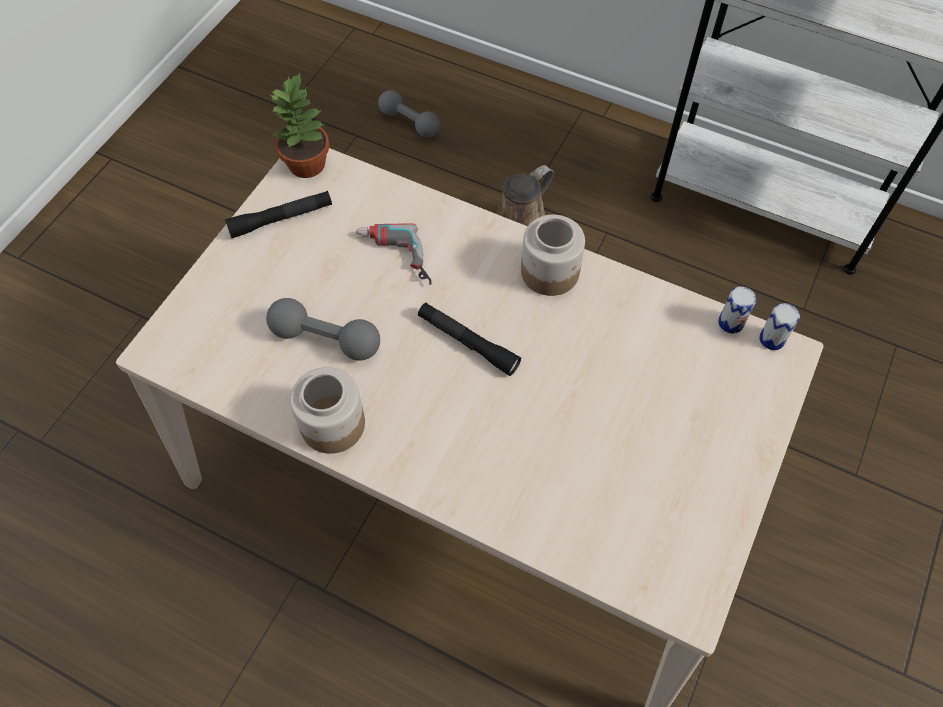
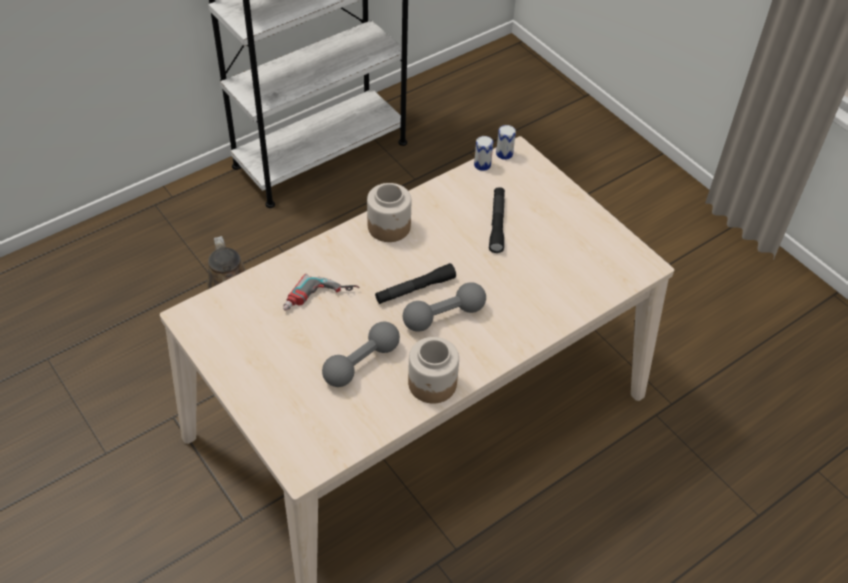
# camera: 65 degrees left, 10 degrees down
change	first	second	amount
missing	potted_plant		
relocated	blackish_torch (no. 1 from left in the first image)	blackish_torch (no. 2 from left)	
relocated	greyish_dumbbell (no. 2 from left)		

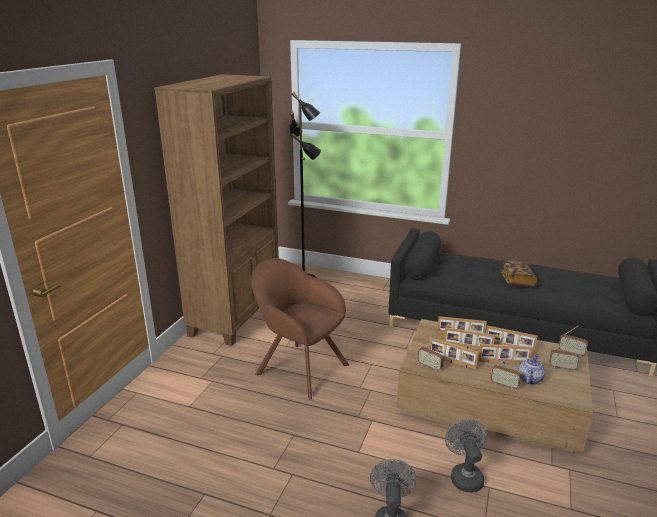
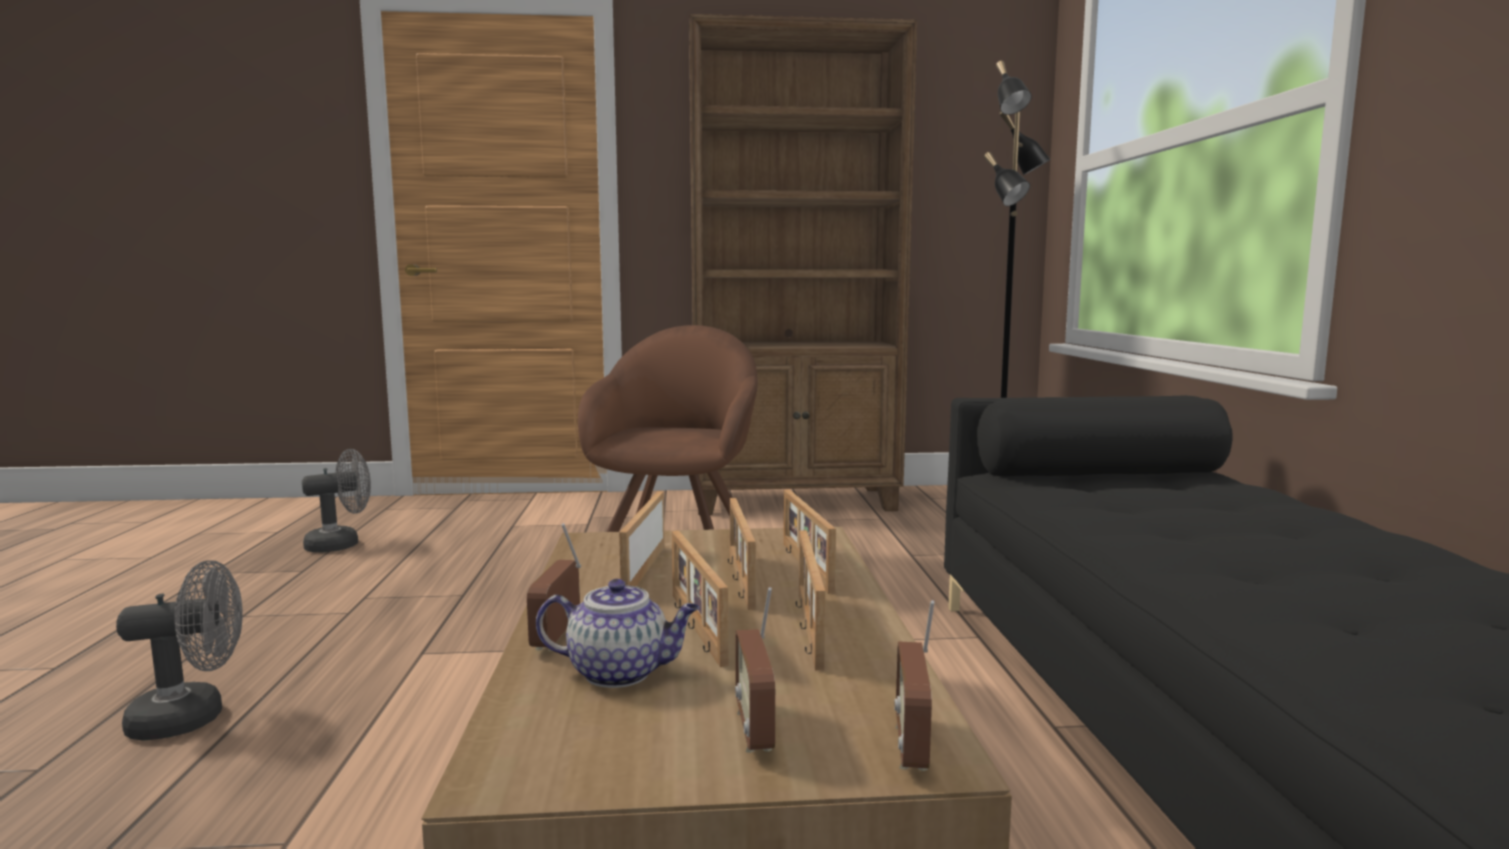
# camera: 65 degrees right, 15 degrees down
change	first	second	amount
missing	radio (no. 1 from left)		
missing	volume		
relocated	greyish_electric_fan (no. 2 from left)		

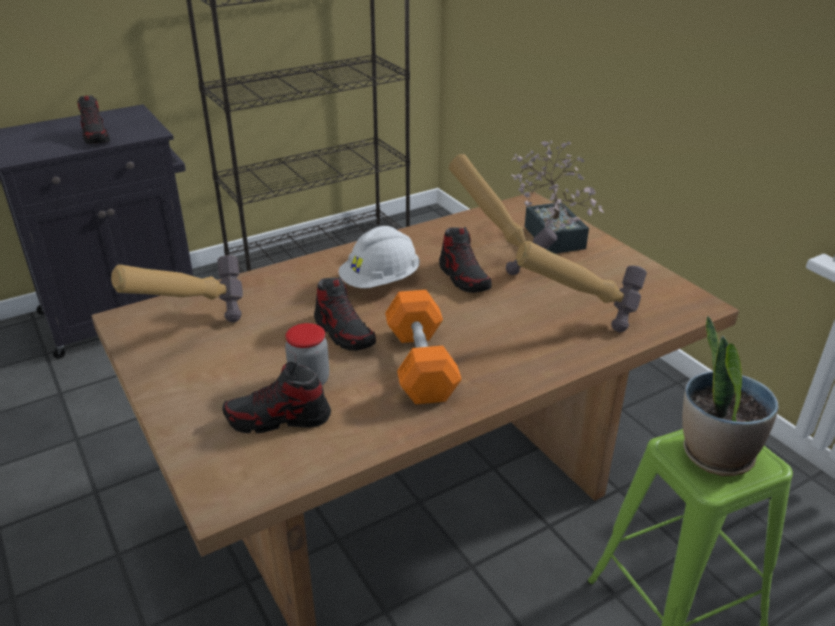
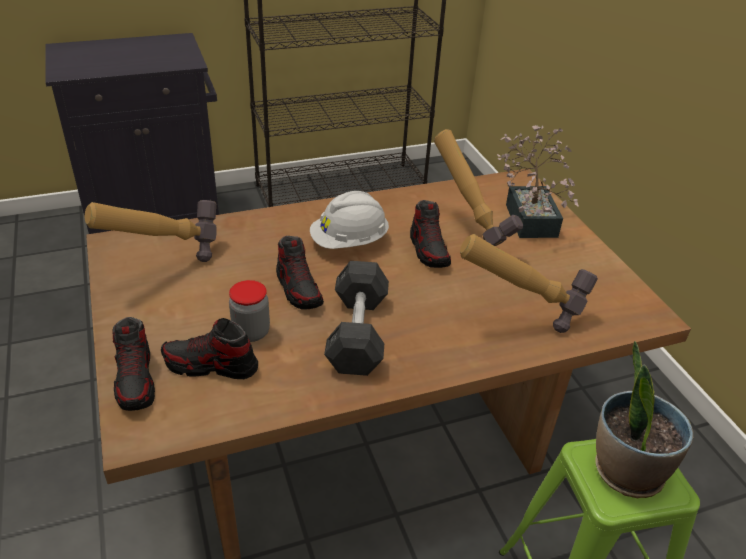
# camera: 10 degrees right, 5 degrees up
change	first	second	amount
relocated	item_of_footwear (no. 1 from left)		
colour	orangey_dumbbell	greyish_dumbbell	

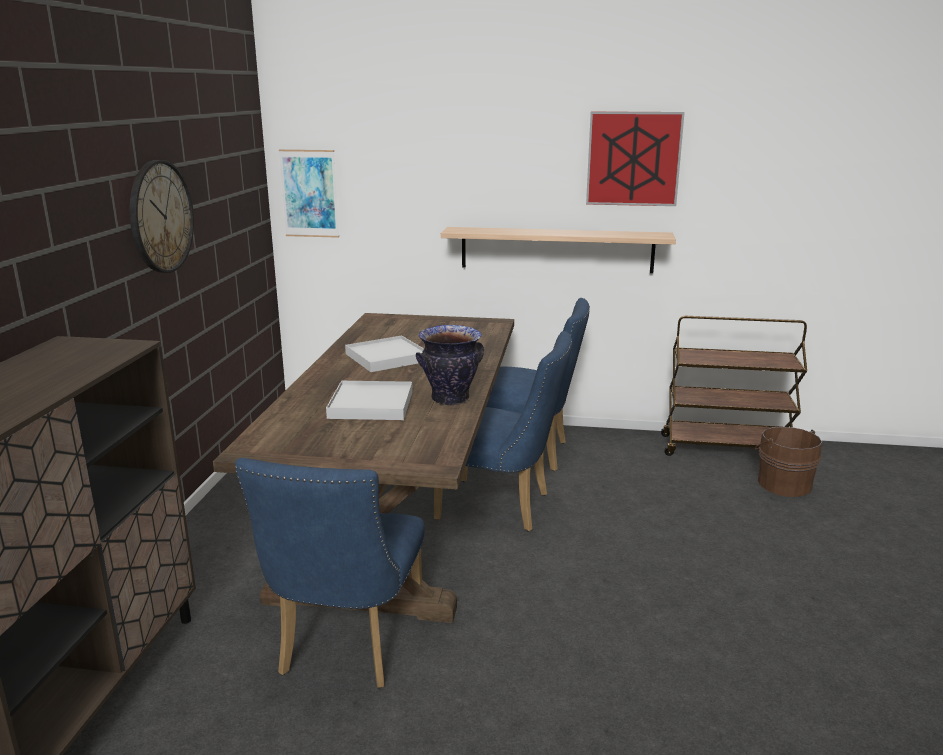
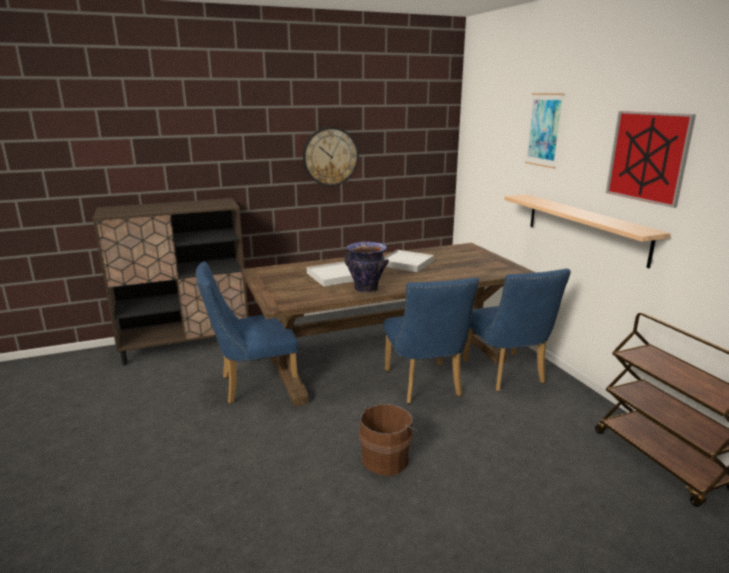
# camera: 60 degrees right, 0 degrees up
change	first	second	amount
relocated	picture (no. 1 from left)		
relocated	brown_bucket		

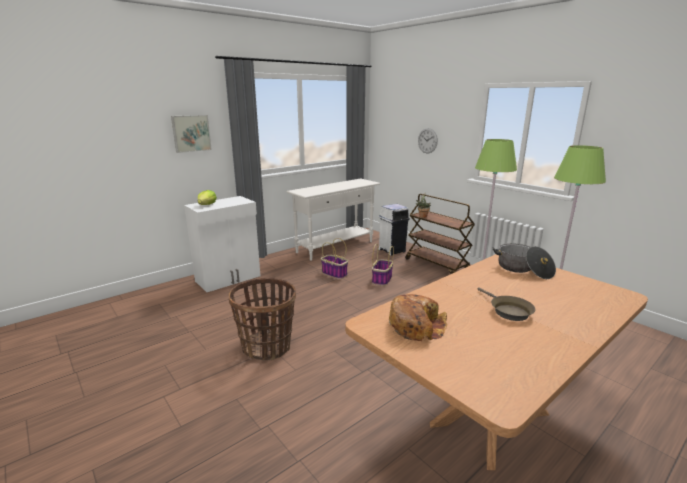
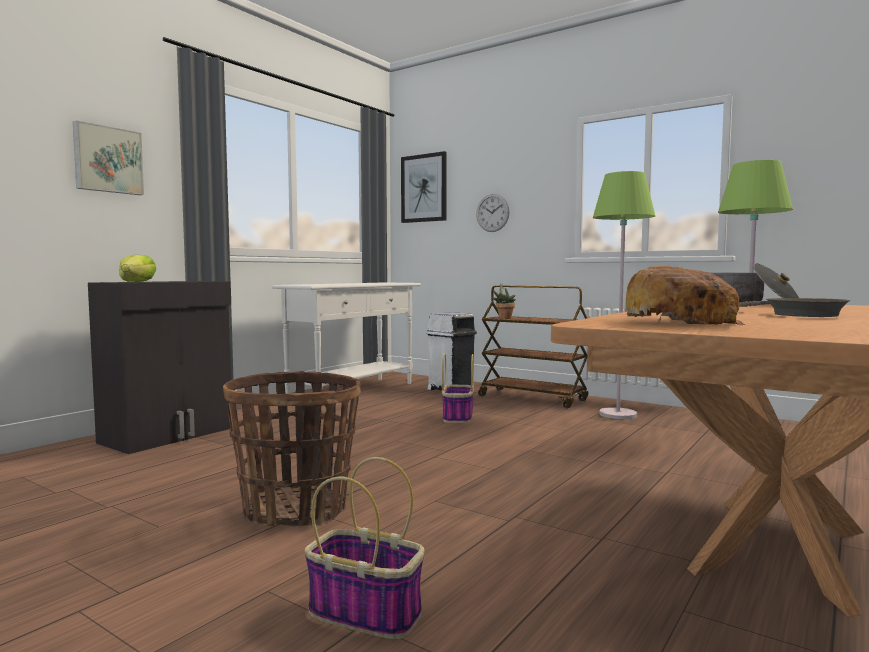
# camera: 15 degrees left, 15 degrees down
change	first	second	amount
appeared		picture (no. 2 from left)	
relocated	household_basket (no. 2 from left)		
colour	whitish_cabinet	blackish_cabinet	

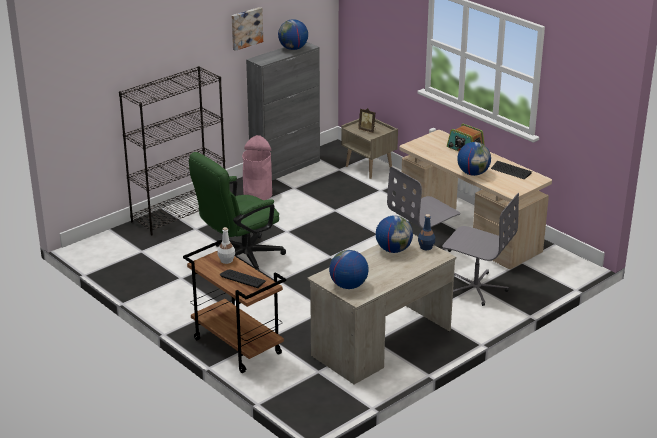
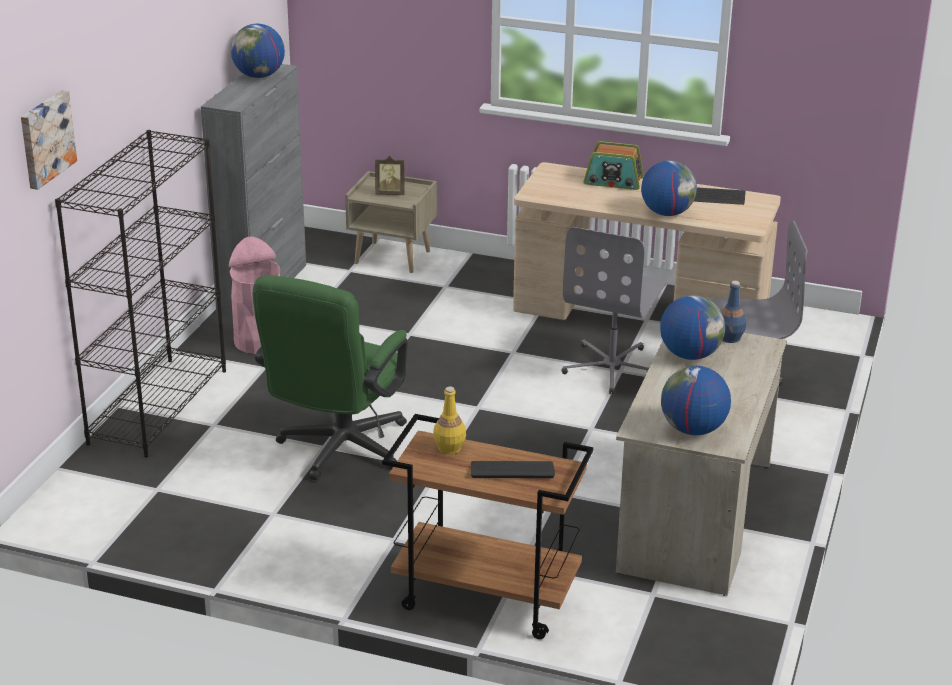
# camera: 30 degrees left, 0 degrees up
change	first	second	amount
relocated	picture		
colour	whitish_bottle	yellow-coloured_bottle	

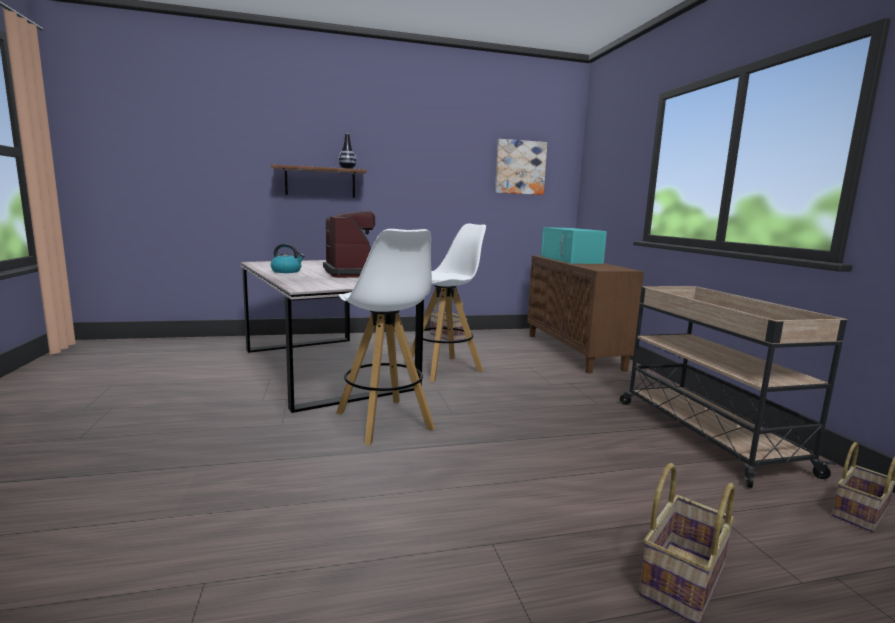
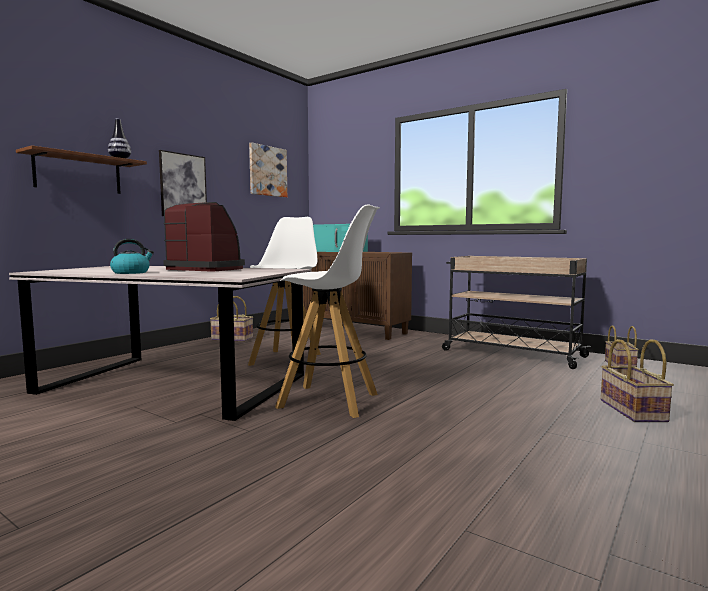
# camera: 40 degrees left, 5 degrees down
change	first	second	amount
appeared		picture (no. 1 from left)	

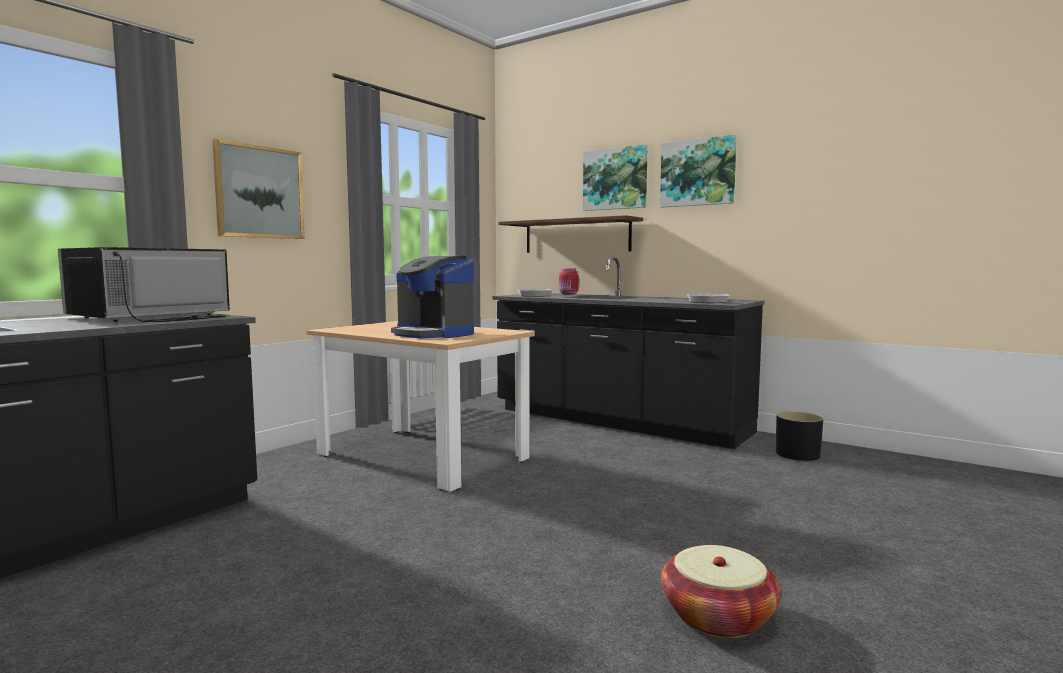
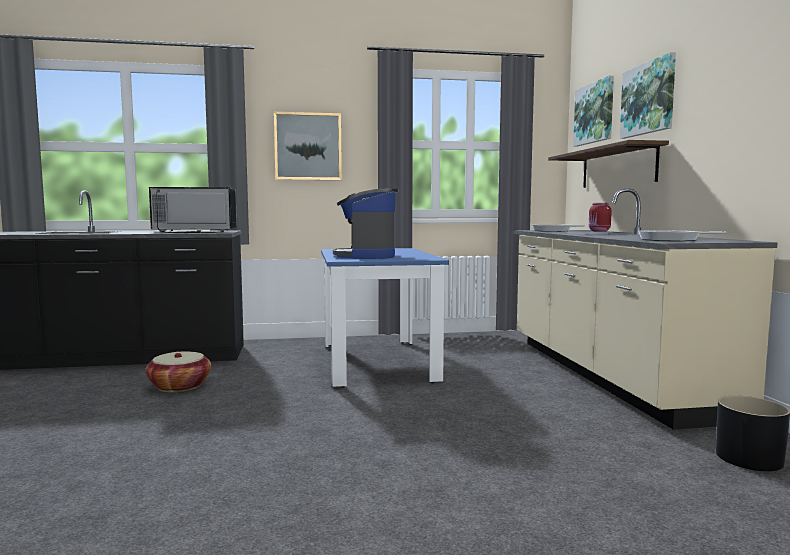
# camera: 45 degrees right, 0 degrees up
change	first	second	amount
relocated	picture (no. 3 from left in the first image)	picture (no. 2 from left)	
relocated	household_basket		
colour	beige_dining_table	bluish_dining_table	
colour	blackish_counter (no. 2 from left)	beige_counter	

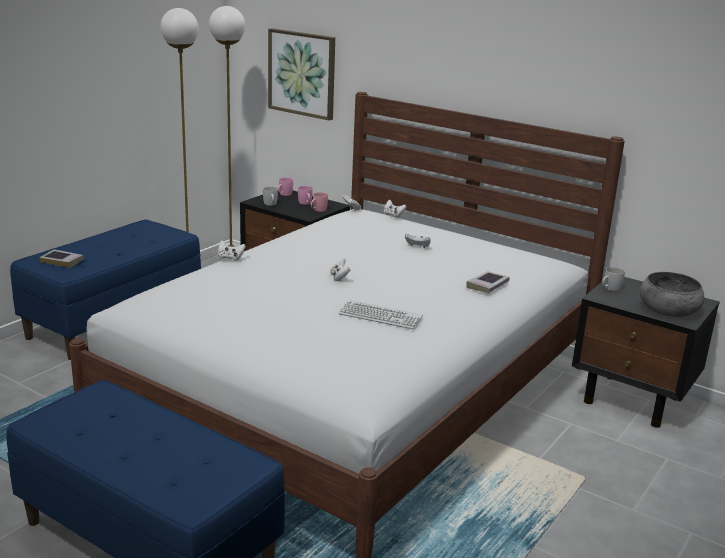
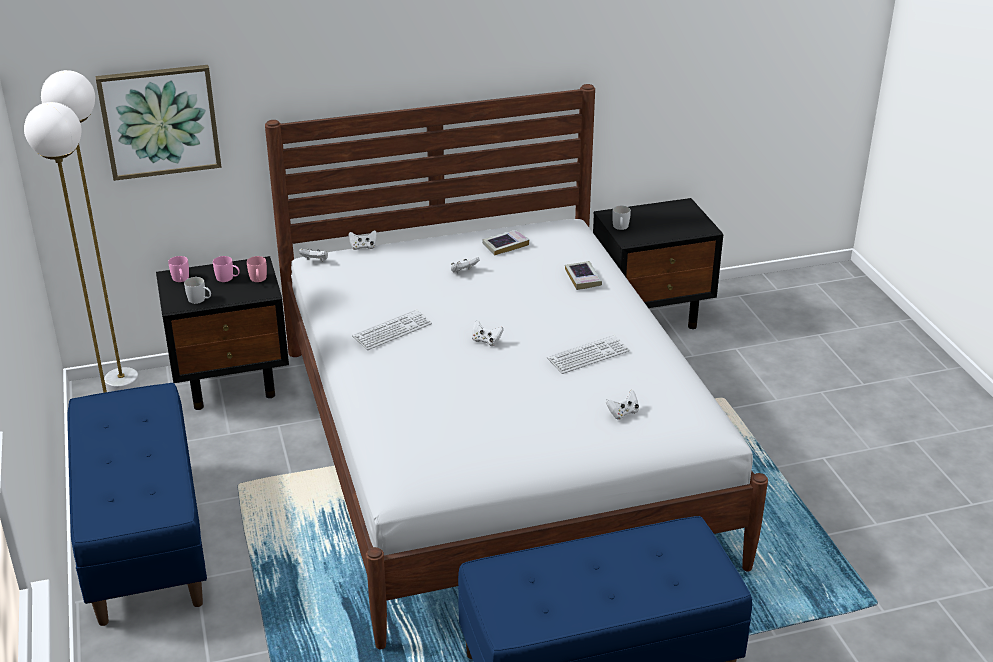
# camera: 50 degrees left, 10 degrees up
change	first	second	amount
missing	greyish_deep_dish		
appeared		PC_keyboard (no. 1 from left)	
relocated	volume (no. 1 from left)		
relocated	whitish_joypad (no. 1 from left in the first image)	whitish_joypad (no. 5 from left)	

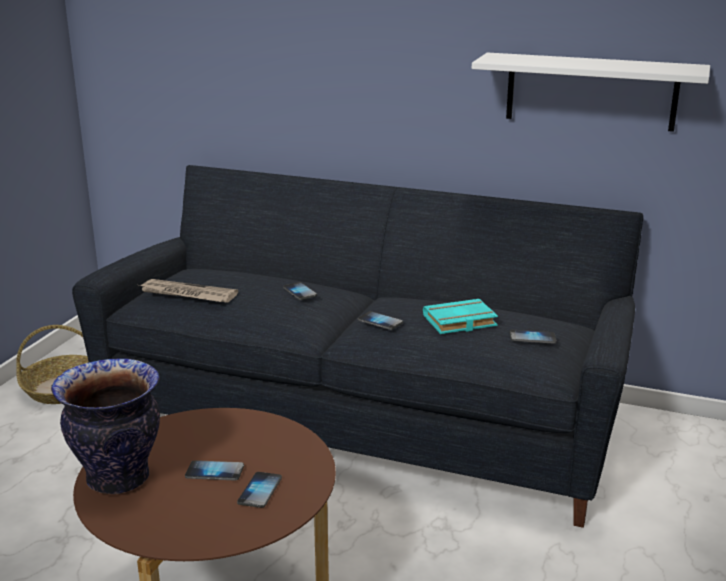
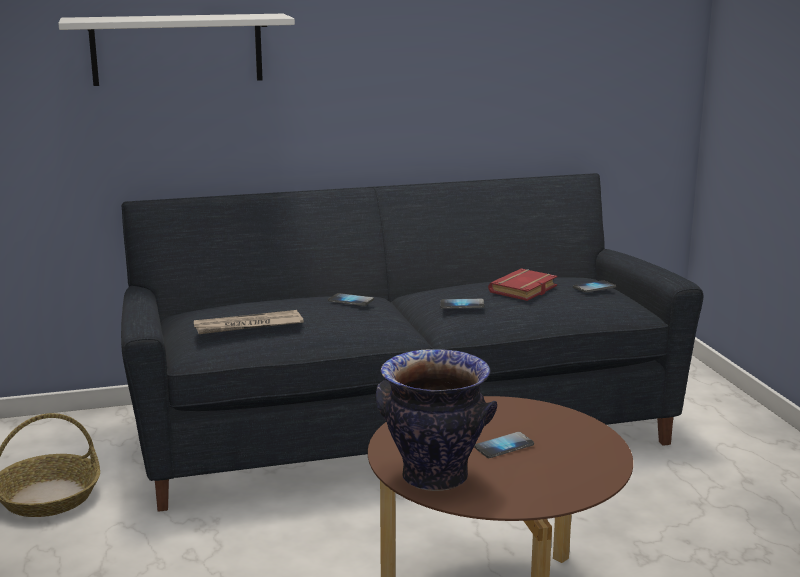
# camera: 35 degrees left, 5 degrees down
change	first	second	amount
missing	telephone (no. 2 from left)		
relocated	whitish_wall_shelf		
colour	turquoise-coloured_volume	red_volume	

